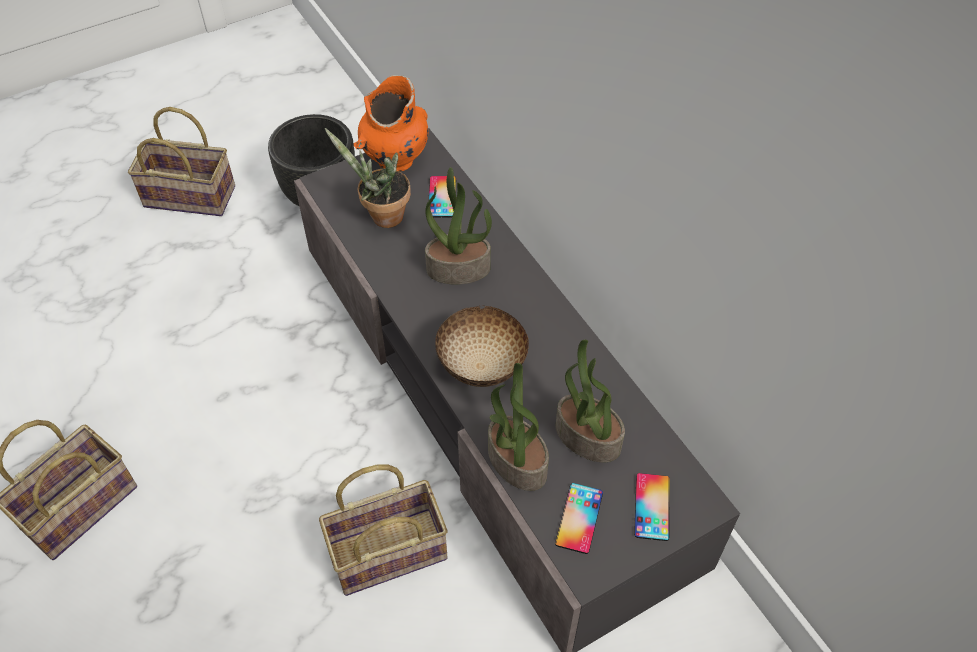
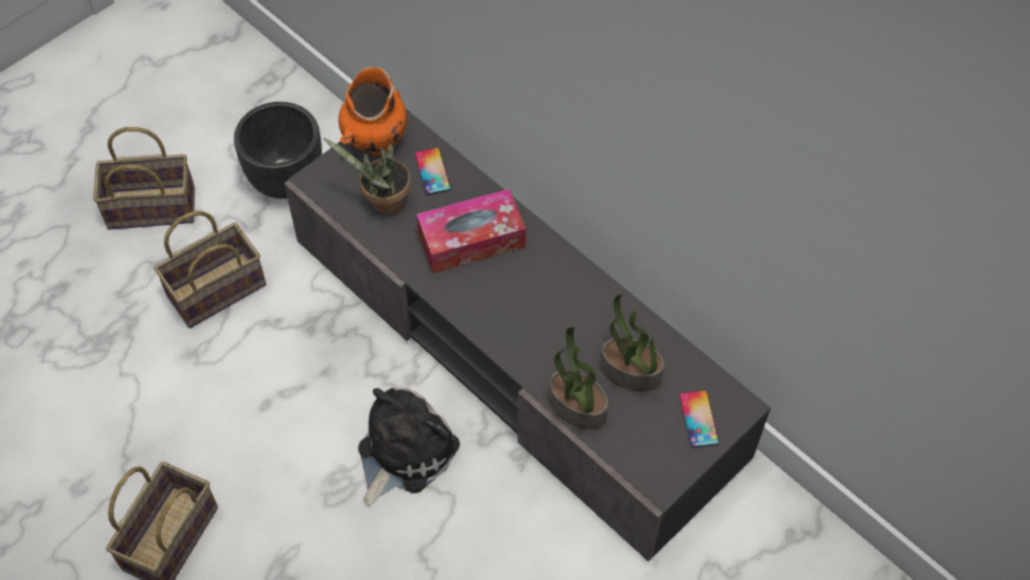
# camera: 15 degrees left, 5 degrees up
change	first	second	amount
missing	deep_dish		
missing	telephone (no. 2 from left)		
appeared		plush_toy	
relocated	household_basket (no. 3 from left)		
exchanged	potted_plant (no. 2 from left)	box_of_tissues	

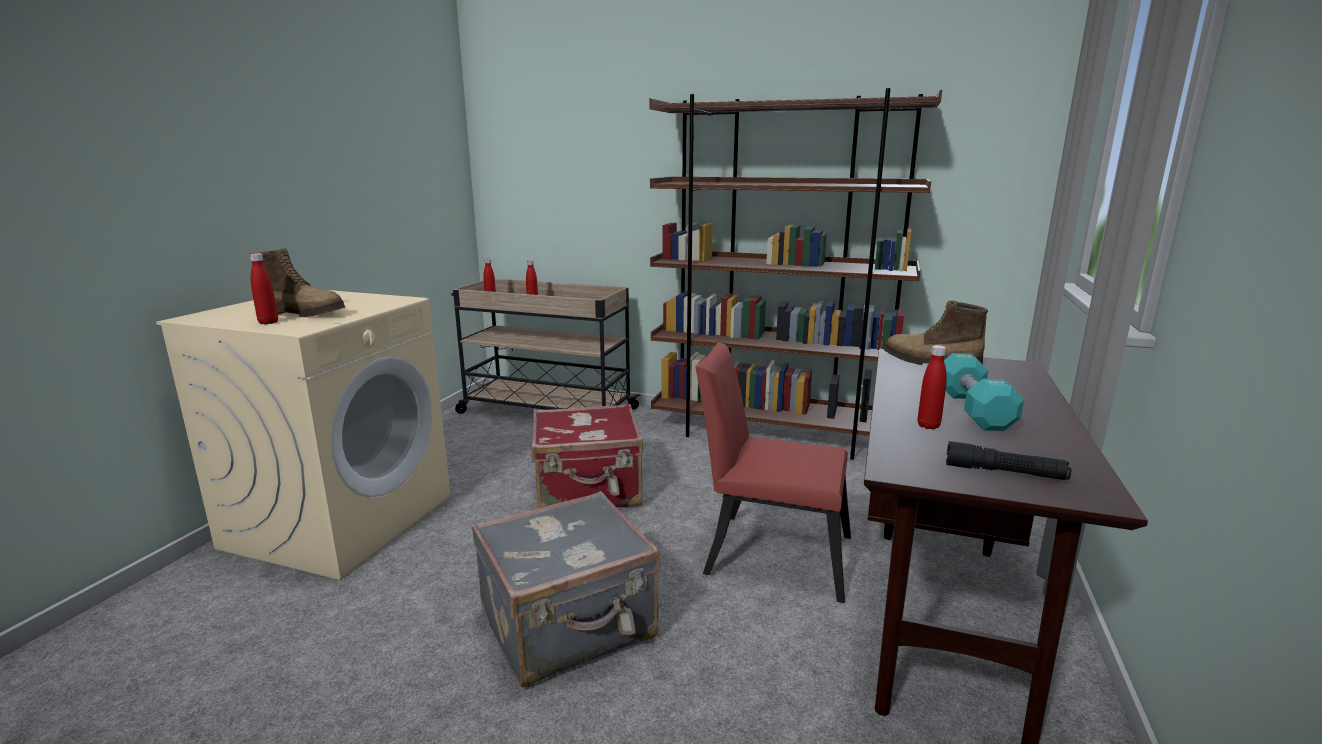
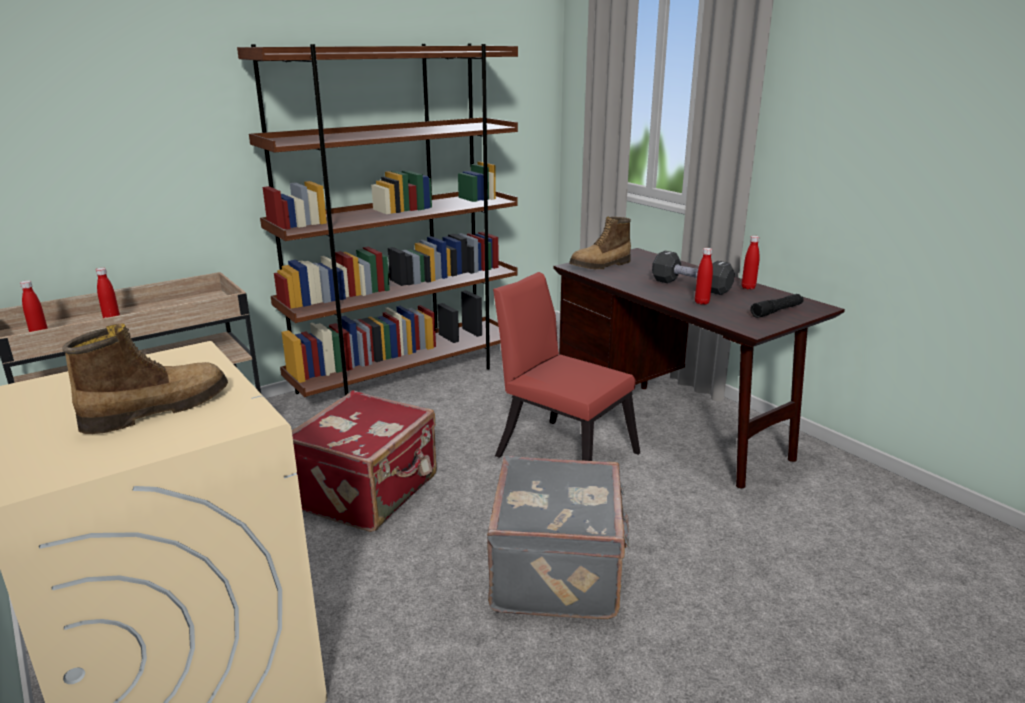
# camera: 55 degrees left, 5 degrees up
change	first	second	amount
relocated	red_bottle (no. 1 from left in the first image)	red_bottle (no. 4 from left)	
colour	turquoise-coloured_dumbbell	blackish_dumbbell	
spun	red_upright_chair		75 degrees clockwise

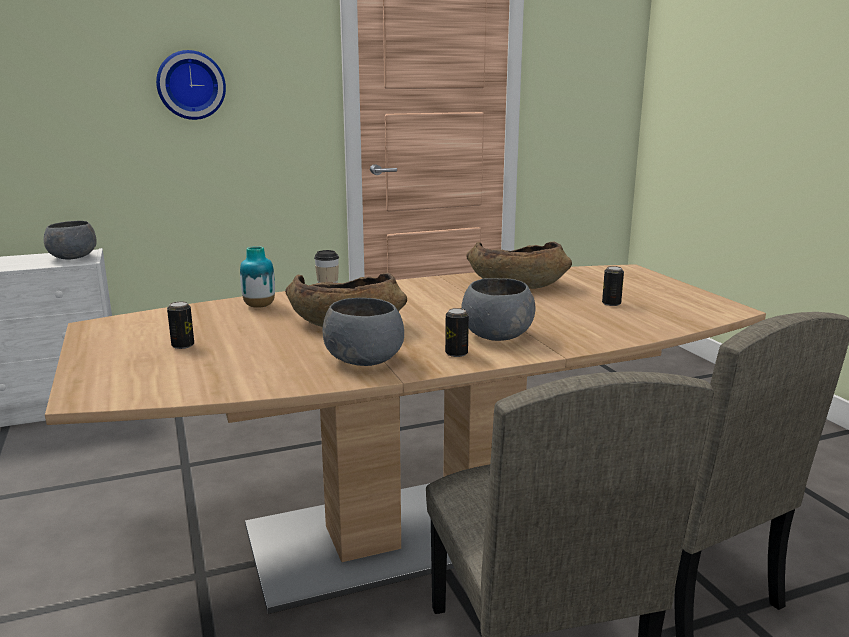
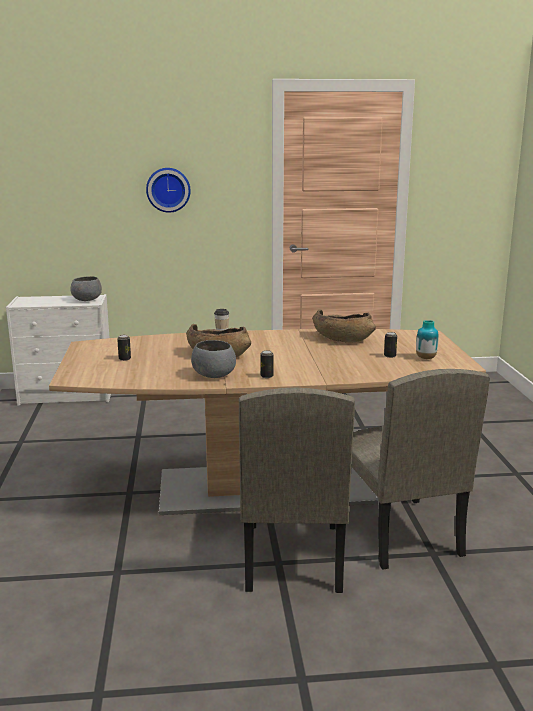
# camera: 15 degrees right, 0 degrees up
change	first	second	amount
missing	greyish_deep_dish (no. 3 from left)		
relocated	decorative_vase		

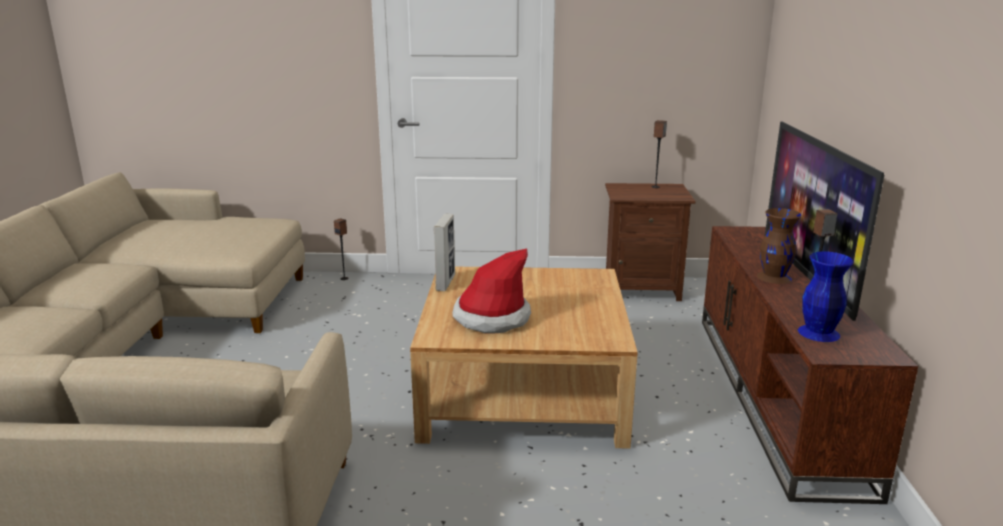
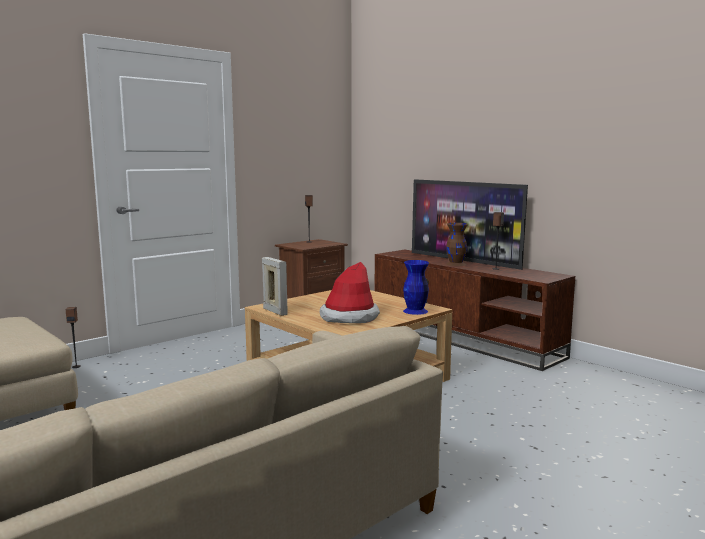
# camera: 45 degrees left, 10 degrees down
change	first	second	amount
relocated	bluish_decorative_vase		

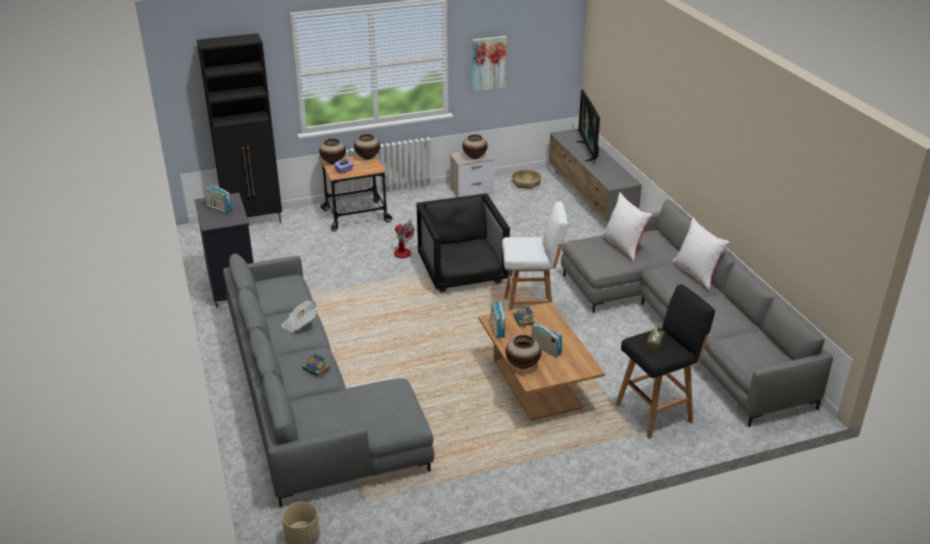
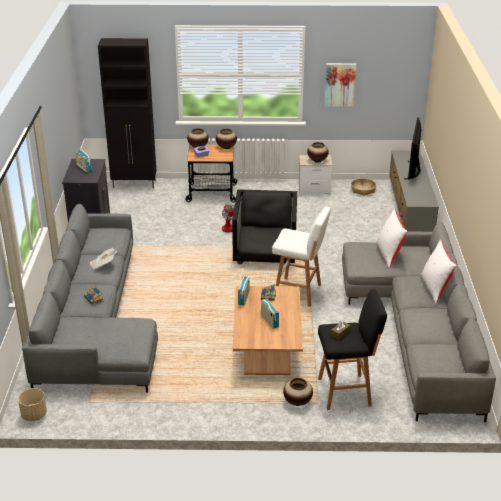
# camera: 20 degrees right, 0 degrees up
change	first	second	amount
relocated	decorative_vase (no. 4 from left in the first image)	decorative_vase (no. 3 from left)	

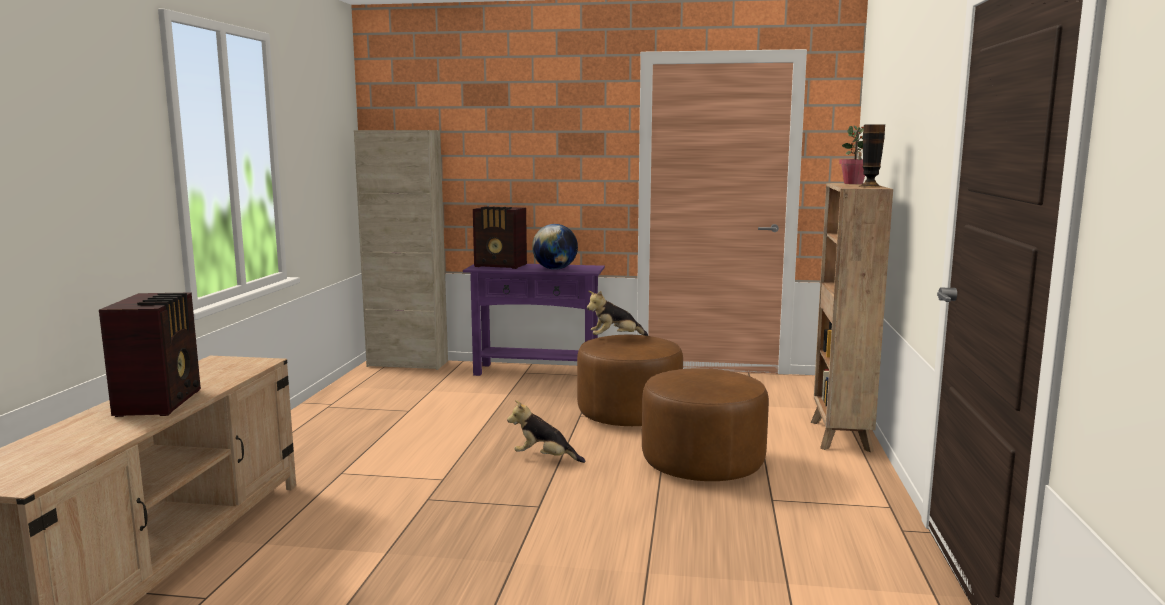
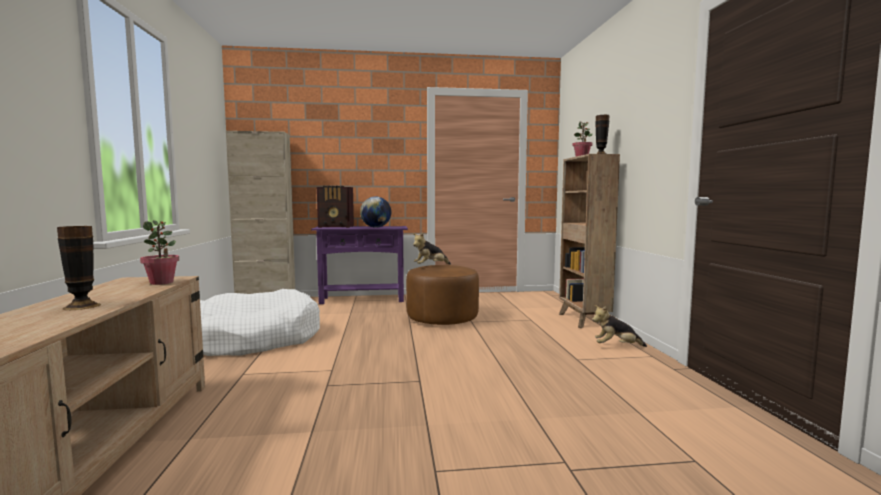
# camera: 15 degrees left, 5 degrees down
change	first	second	amount
missing	brown_pouffe (no. 2 from left)		
appeared		potted_plant (no. 1 from left)	
appeared		whitish_dog_cushion	
relocated	plush_toy (no. 1 from left in the first image)	plush_toy (no. 2 from left)	
exchanged	radio (no. 1 from left)	decorative_vase (no. 1 from left)	

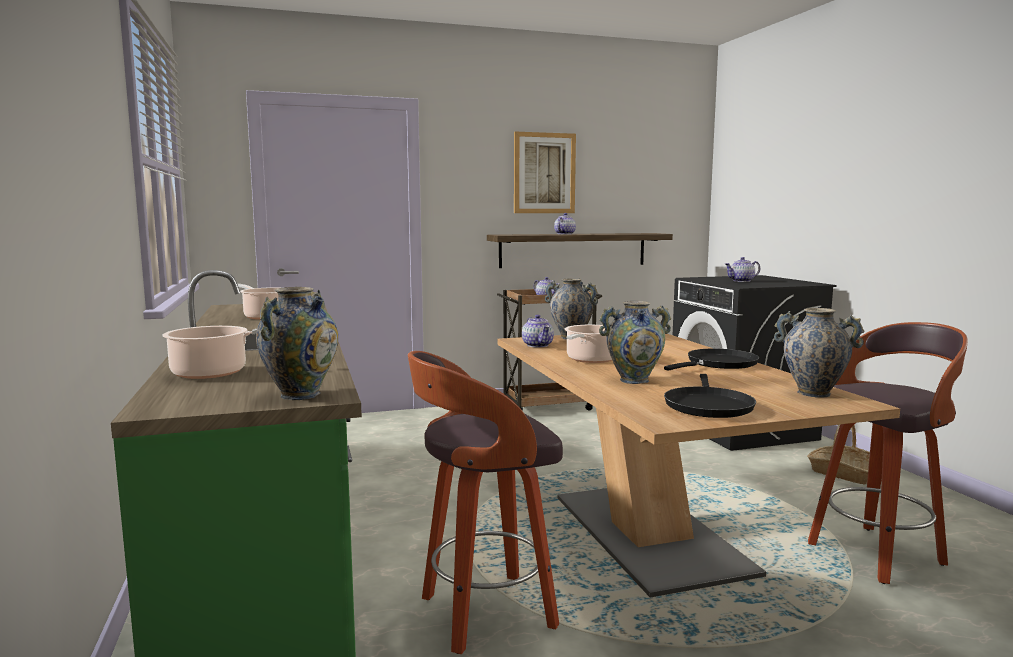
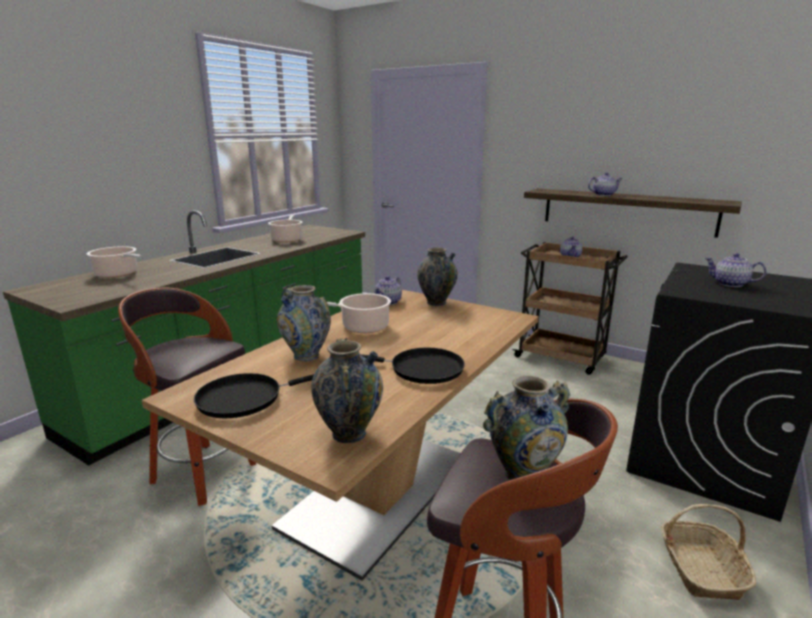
# camera: 50 degrees right, 10 degrees up
change	first	second	amount
missing	picture		
relocated	decorative_vase (no. 1 from left in the first image)	decorative_vase (no. 4 from left)	

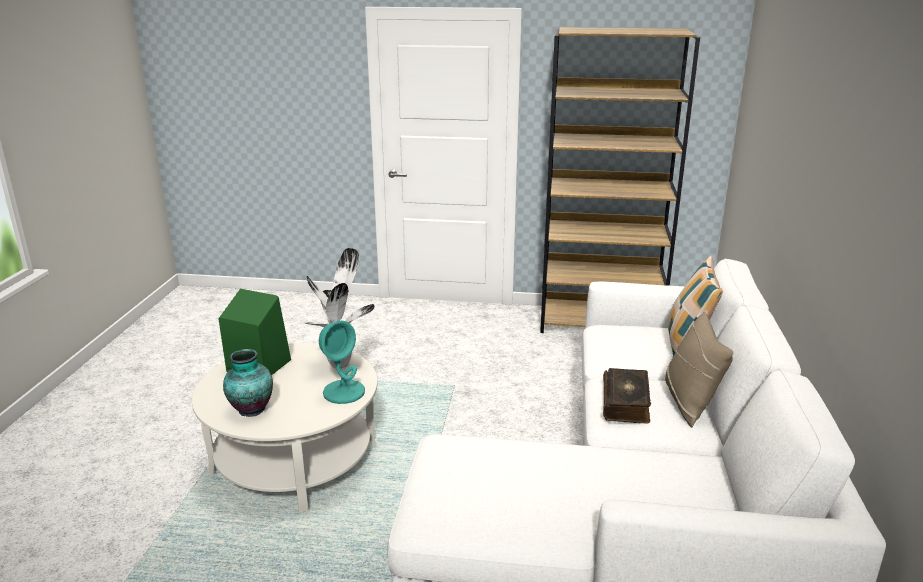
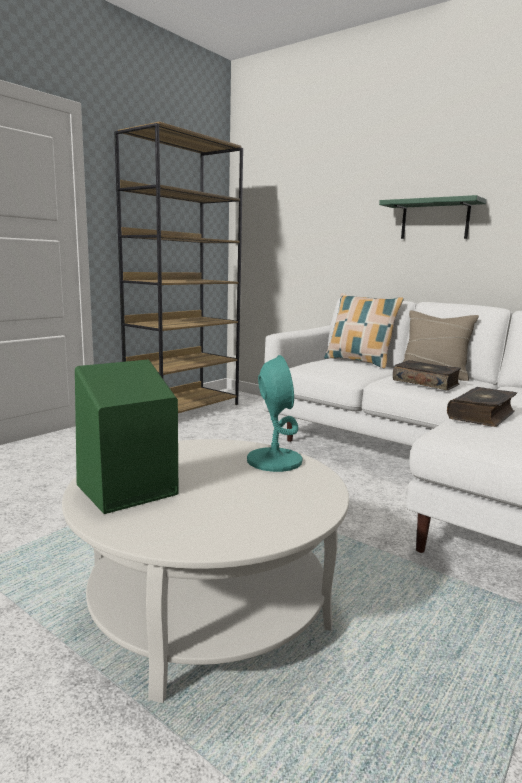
# camera: 60 degrees left, 10 degrees down
change	first	second	amount
missing	decorative_vase		
missing	potted_plant		
appeared		green-coloured_wall_shelf	
appeared		volume (no. 2 from left)	

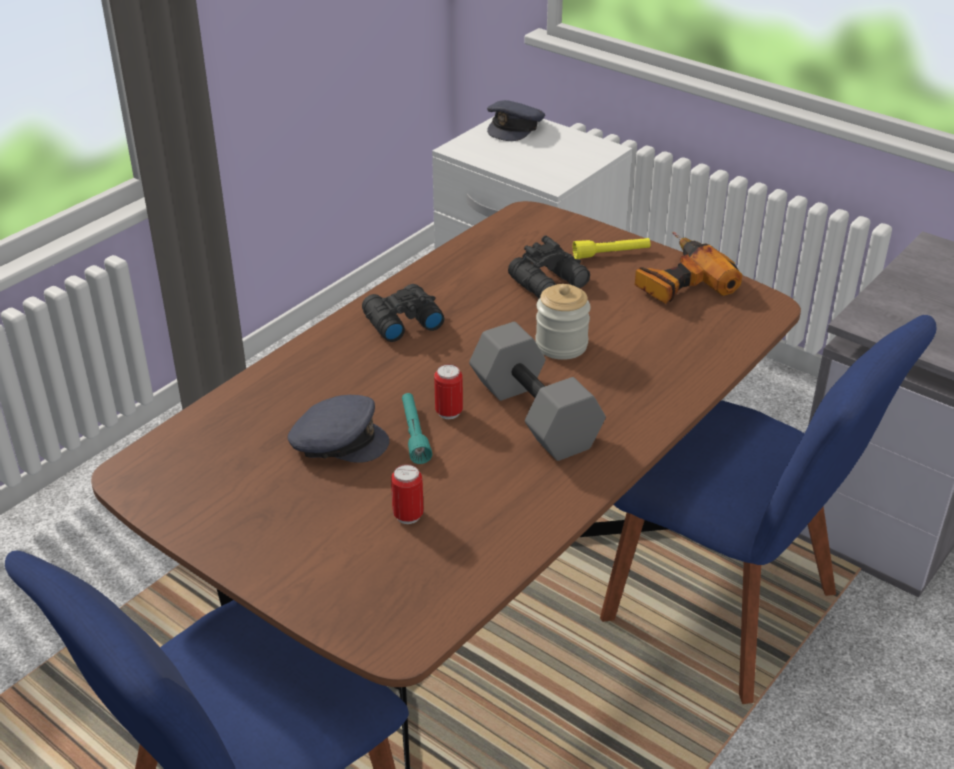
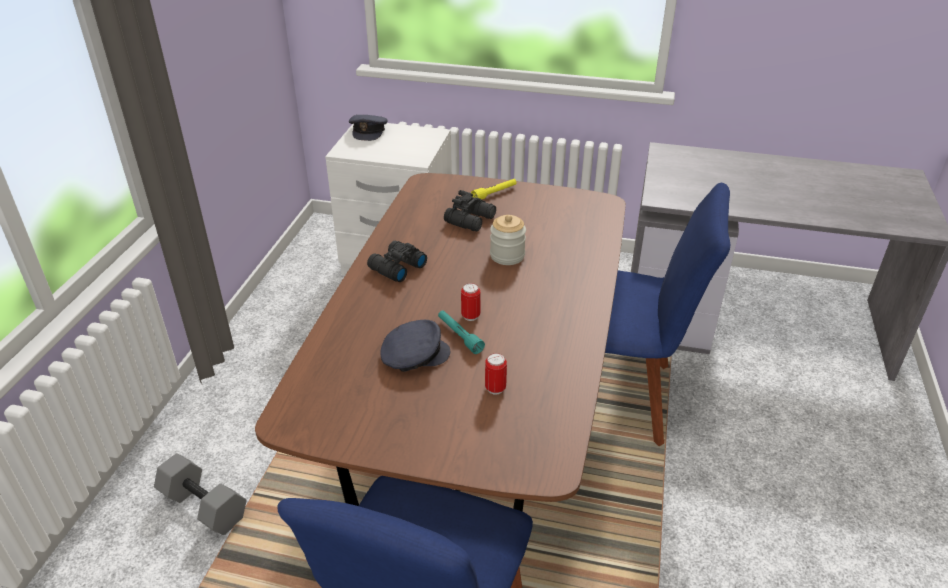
# camera: 25 degrees left, 0 degrees up
change	first	second	amount
missing	electric_drill		
relocated	greyish_dumbbell		

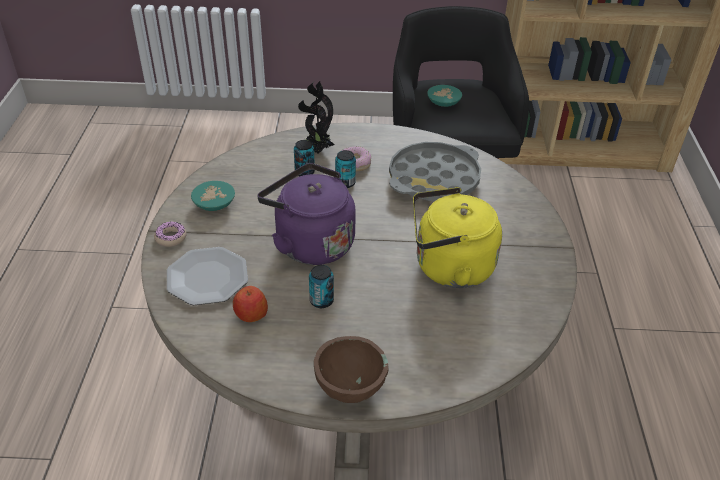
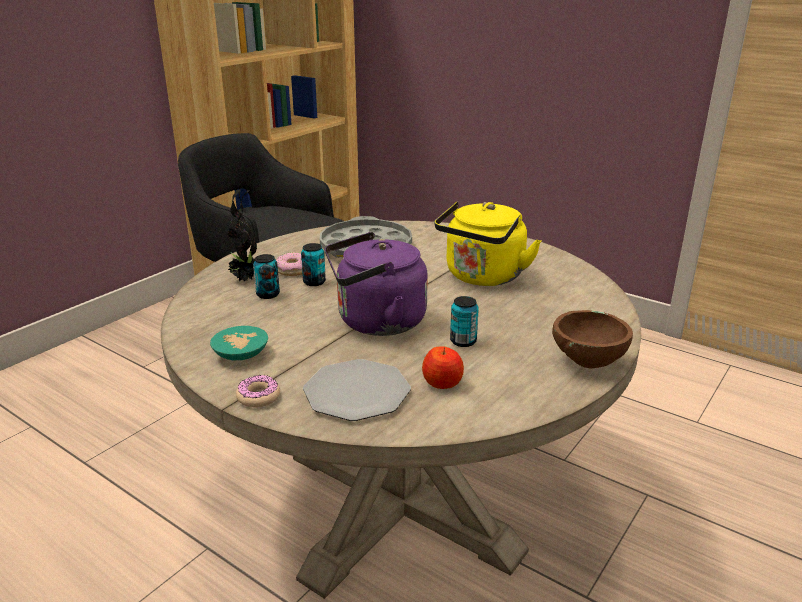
# camera: 55 degrees left, 15 degrees down
change	first	second	amount
missing	turquoise-coloured_deep_dish (no. 2 from left)		

